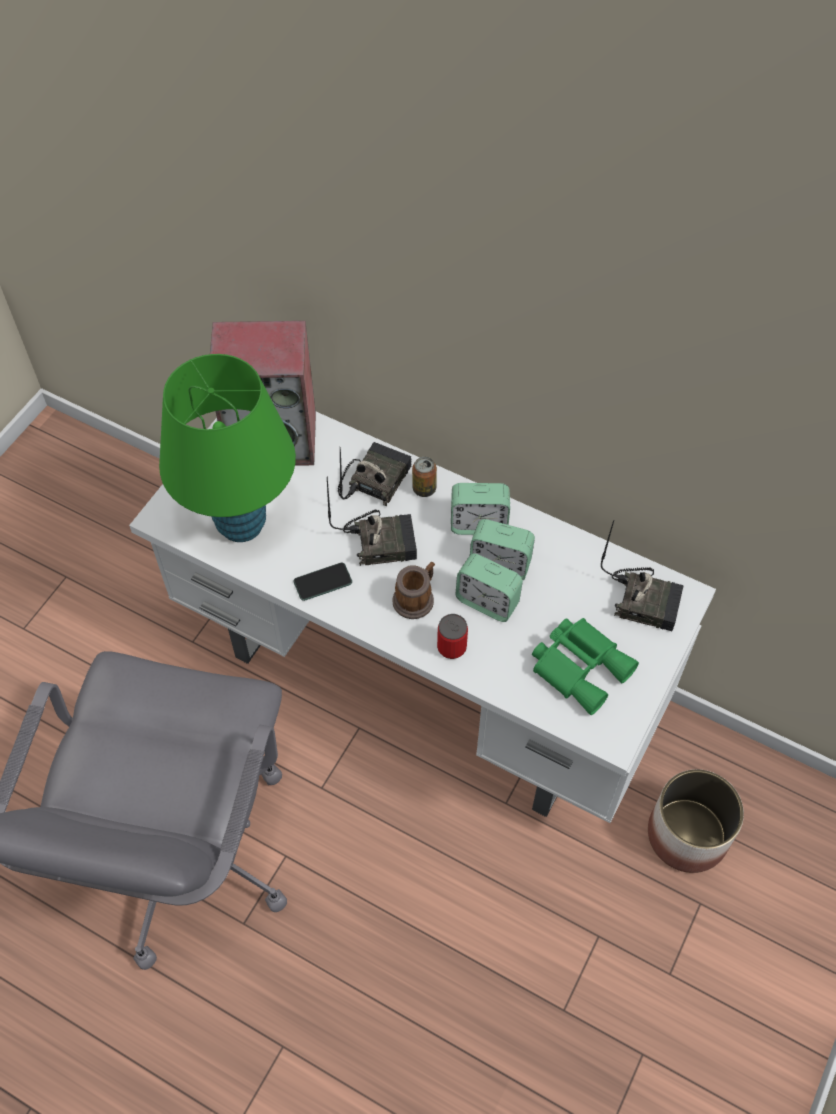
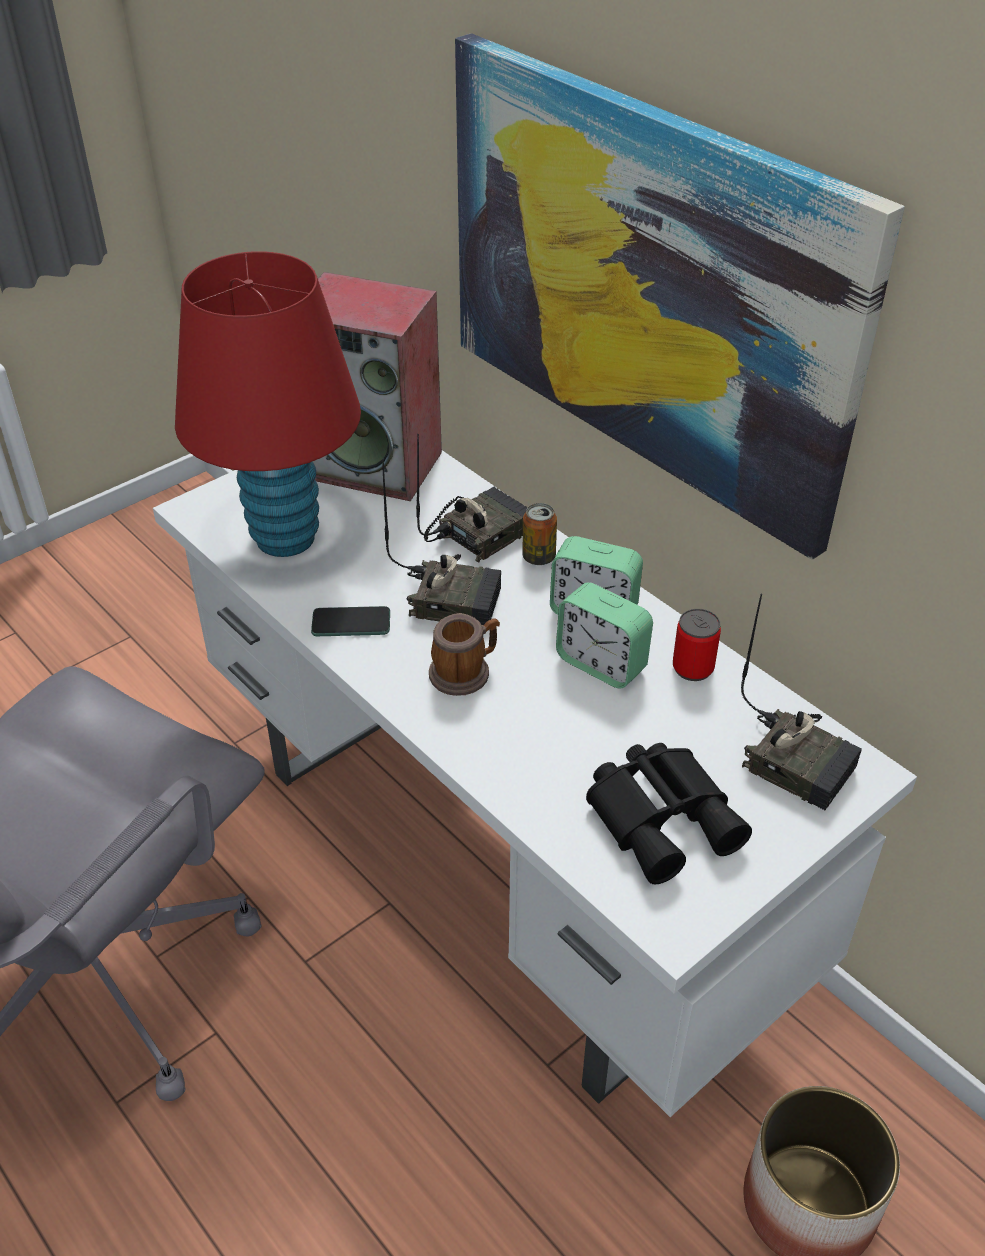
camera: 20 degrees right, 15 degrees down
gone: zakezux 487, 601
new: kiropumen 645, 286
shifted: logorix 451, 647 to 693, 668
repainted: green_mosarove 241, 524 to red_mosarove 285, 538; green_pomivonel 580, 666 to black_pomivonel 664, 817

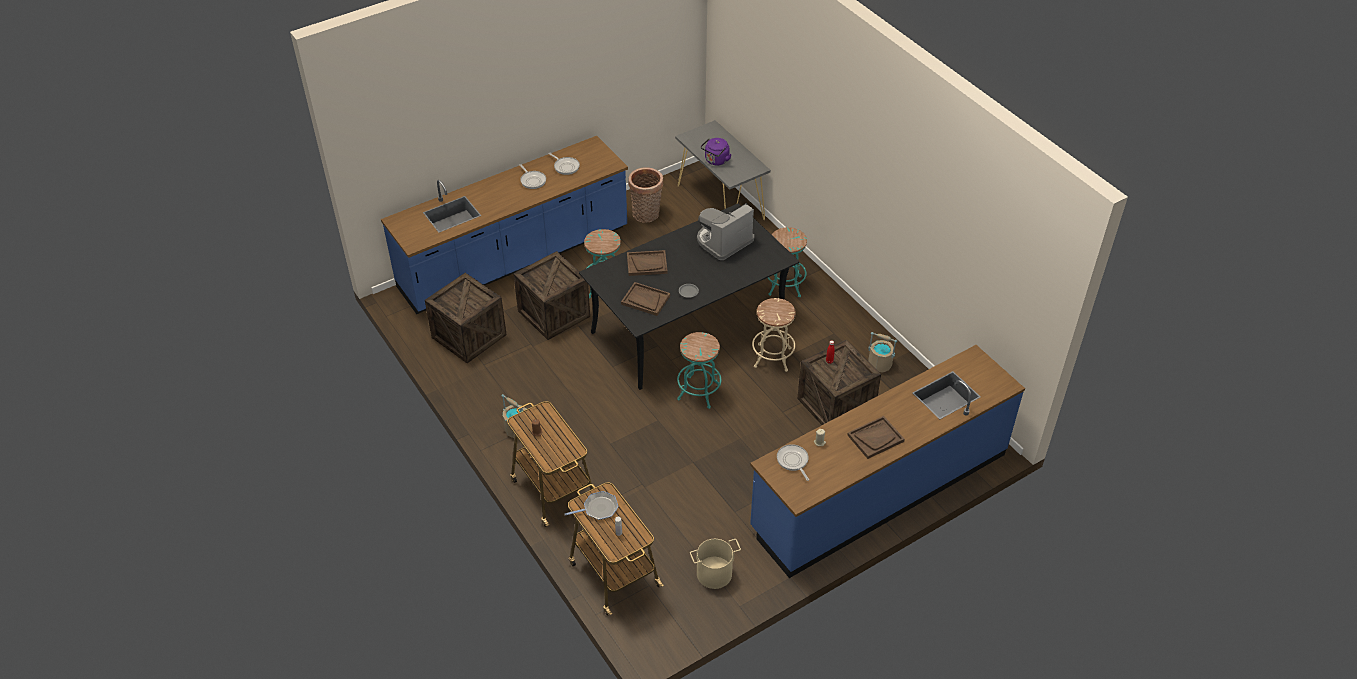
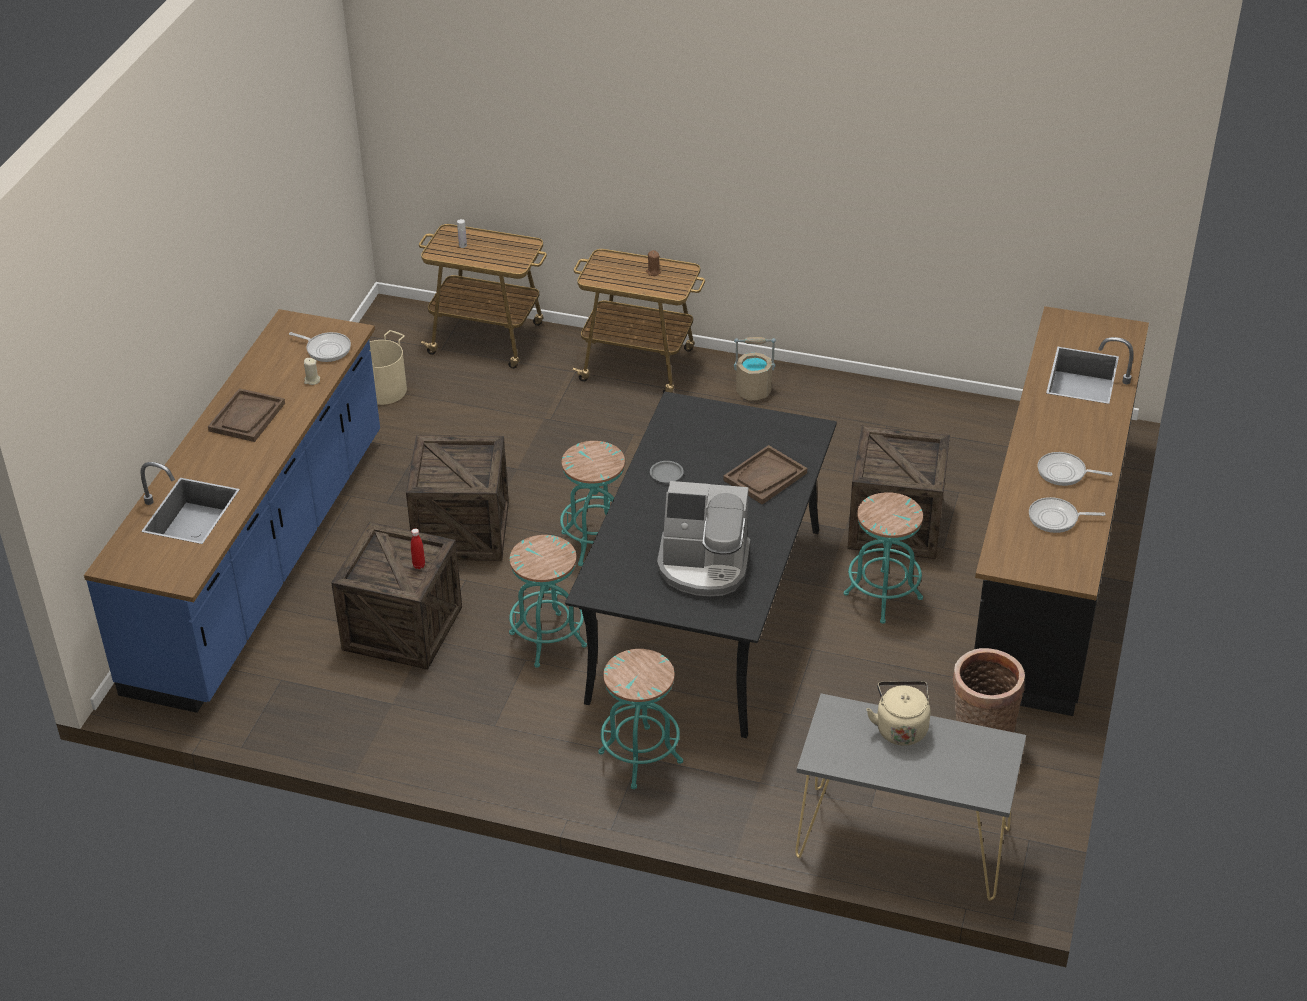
camera: 140 degrees right, 5 degrees down
gone: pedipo 598, 508; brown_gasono 645, 300; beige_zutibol 879, 364
shifted: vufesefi 469, 336 to 462, 530
repainted: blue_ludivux 515, 259 to black_ludivux 1049, 559; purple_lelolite 716, 161 to beige_lelolite 900, 727; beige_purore 772, 357 to turquoise_purore 548, 639
rotated: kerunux 723, 241 = 704, 566 90 degrees clockwise

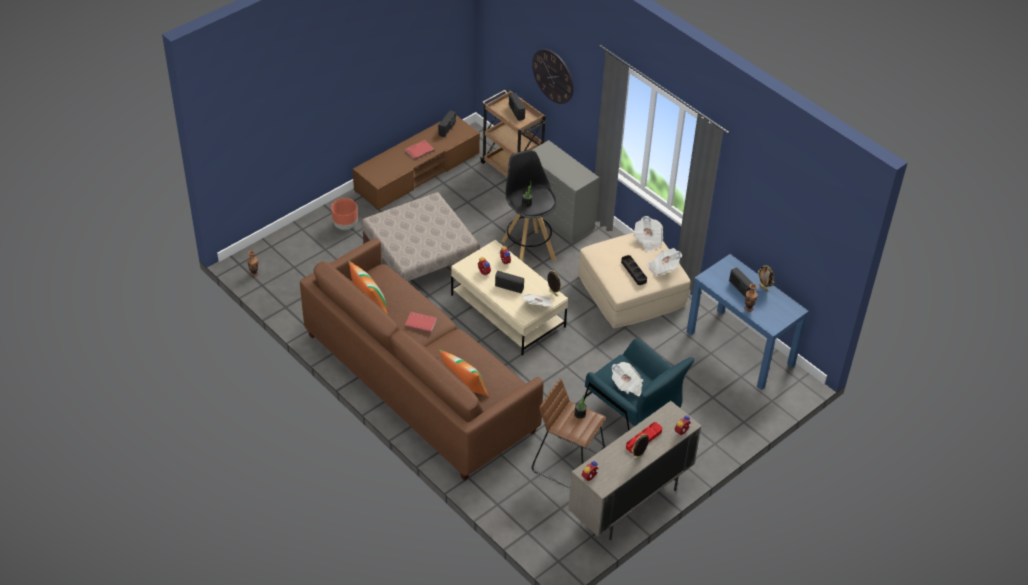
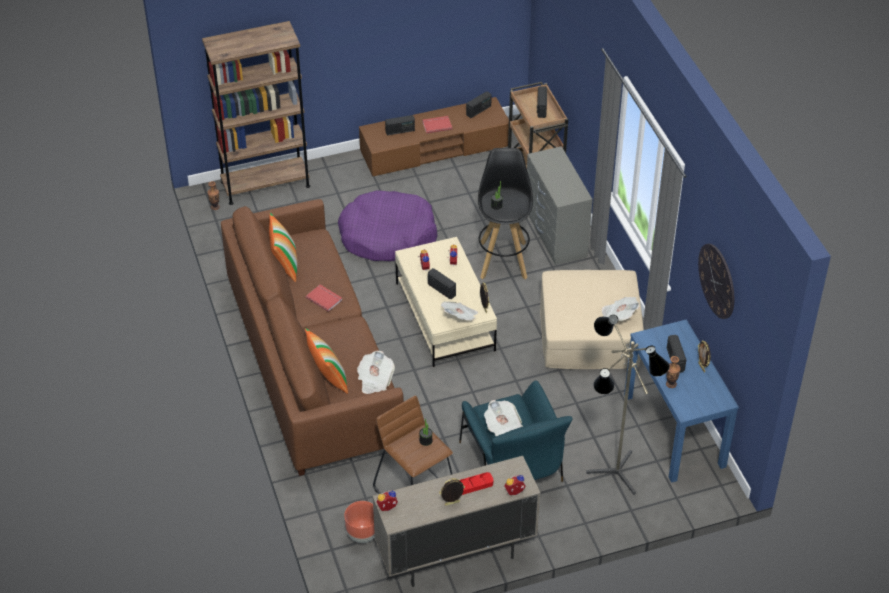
camera: 25 degrees right, 0 degrees up
gone: black_gasono 633, 271
new: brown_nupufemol 265, 184; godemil 400, 131; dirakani 612, 476
shifted: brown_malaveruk 345, 225 to 362, 534; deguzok 553, 76 to 717, 281; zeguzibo 648, 240 to 375, 380
swapped: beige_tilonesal 421, 257 to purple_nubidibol 388, 236

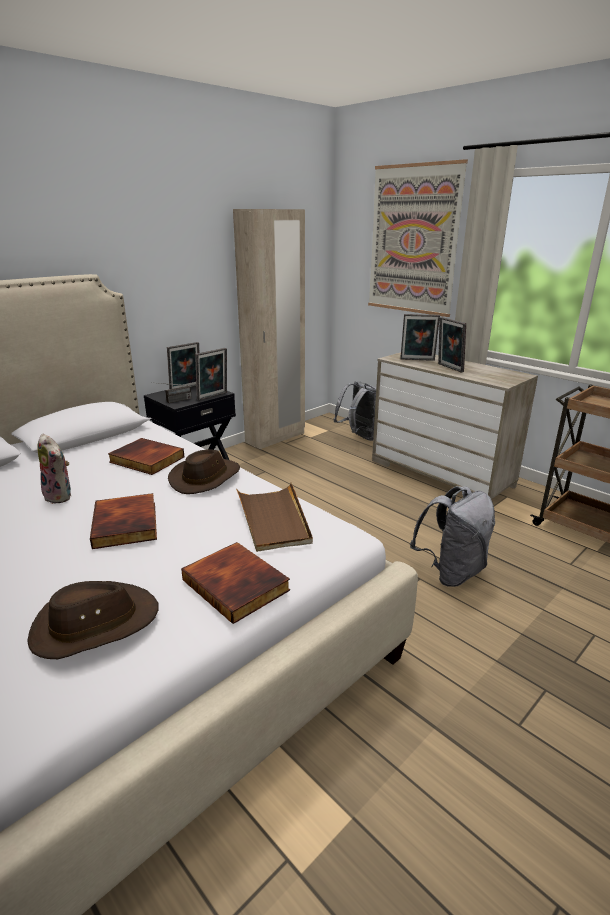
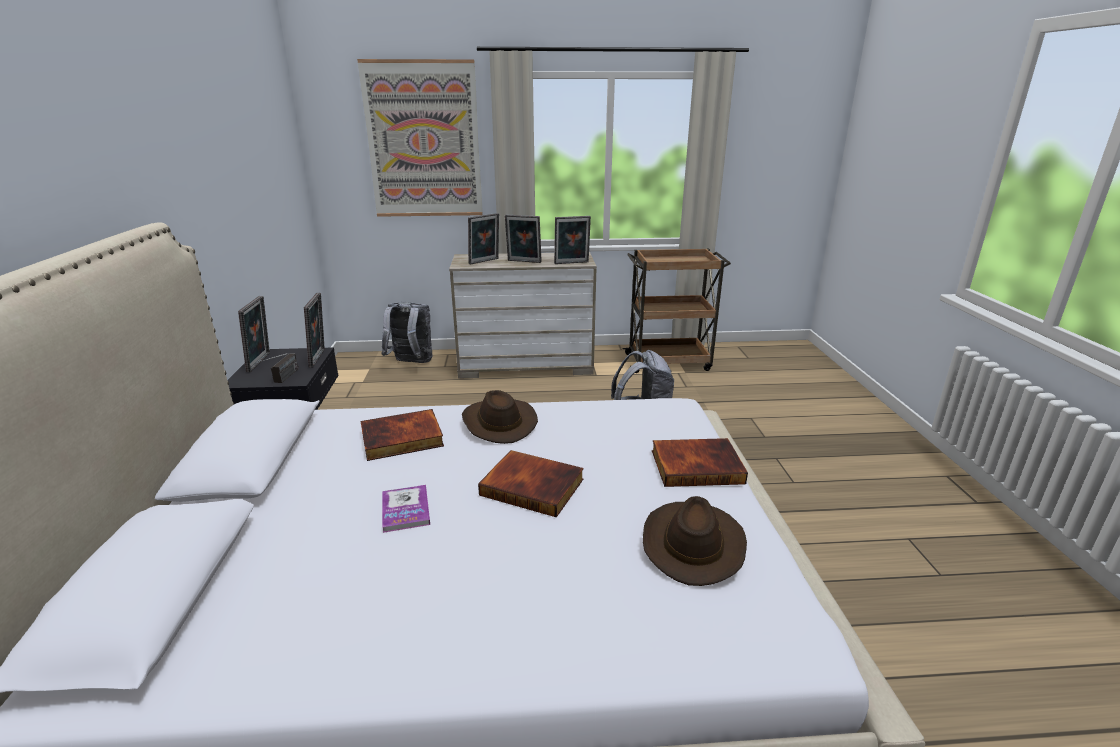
camera: 50 degrees left, 0 degrees up
gone: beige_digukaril 275, 438; brown_gasono 273, 519
new: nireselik 572, 263
swapped: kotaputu 61, 496 to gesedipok 405, 510

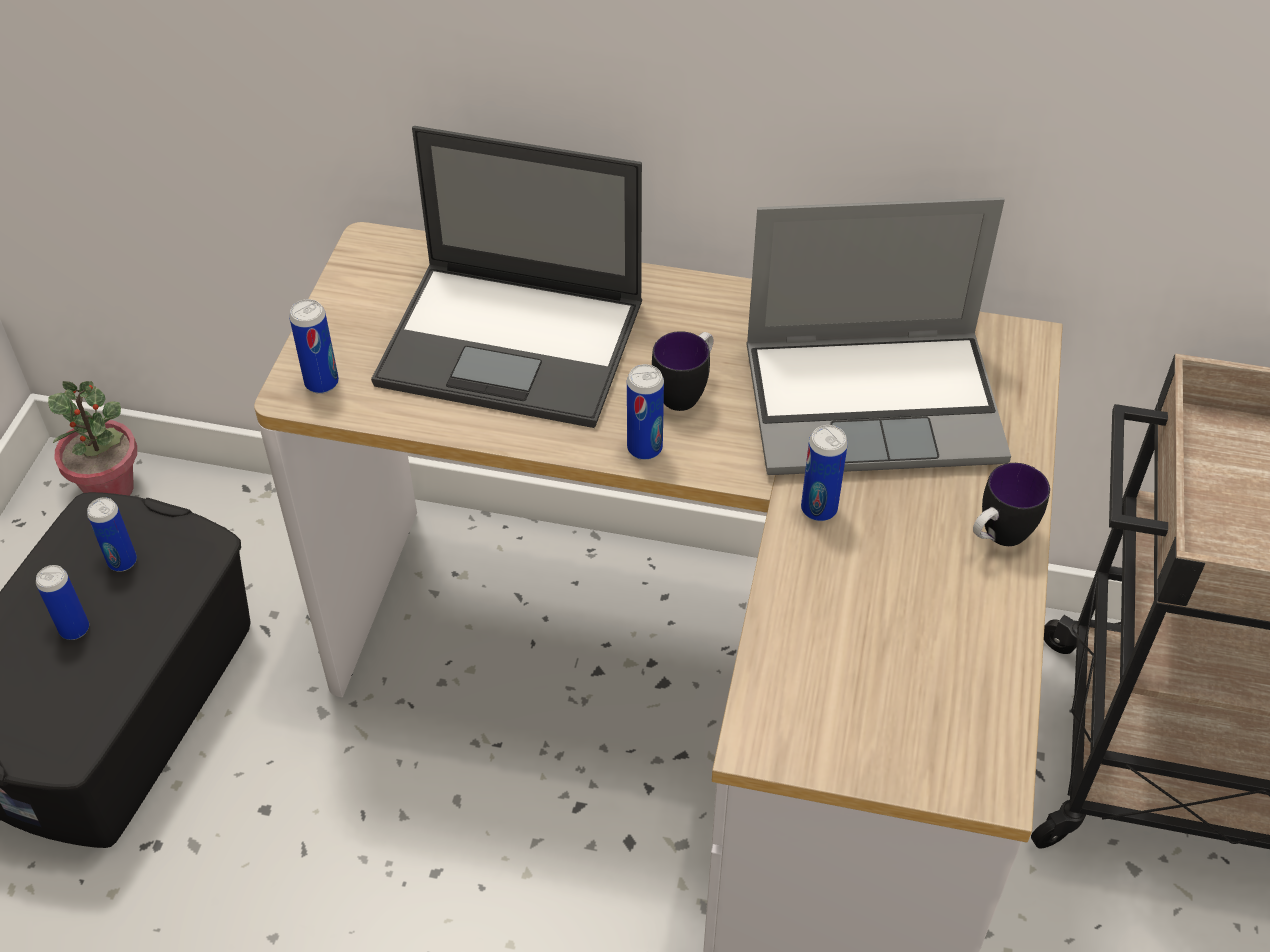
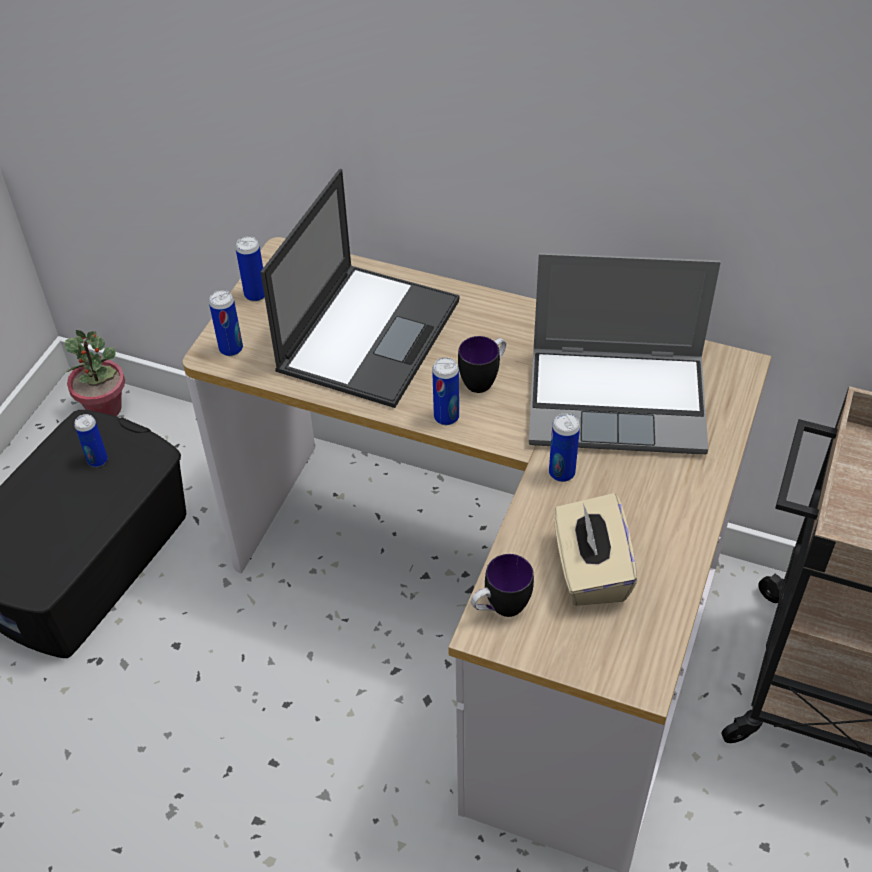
camera: 10 degrees right, 0 degrees up
new: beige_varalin 590, 570
shifted: logorix 74, 629 to 255, 295; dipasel 997, 538 to 500, 609
rotated: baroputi 514, 343 = 369, 333 90 degrees counterclockwise

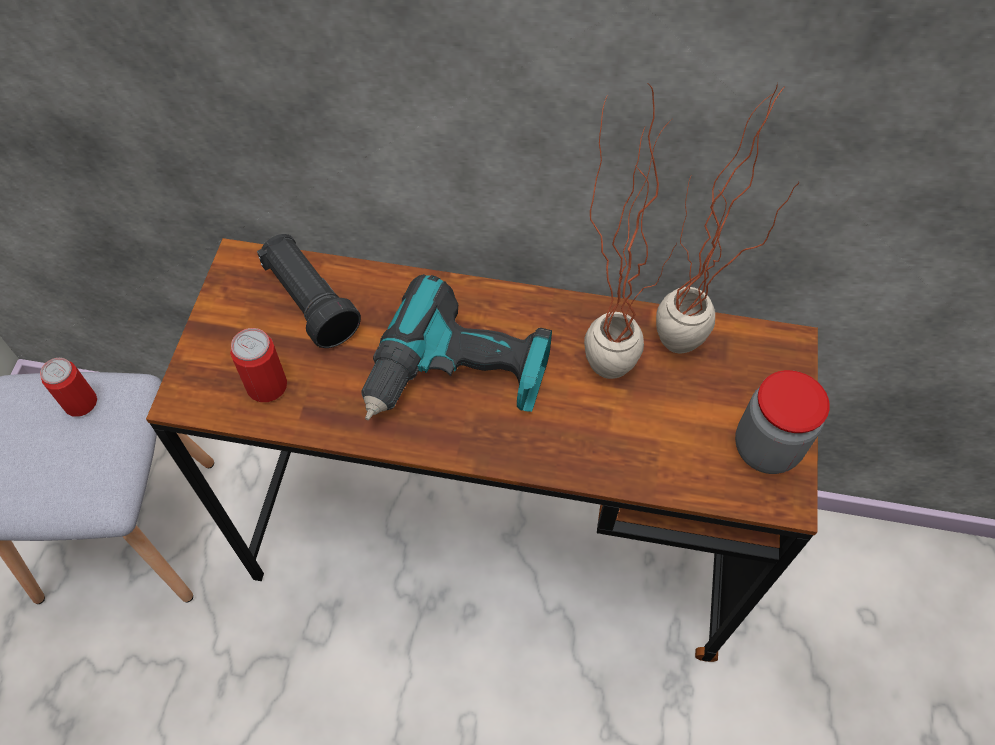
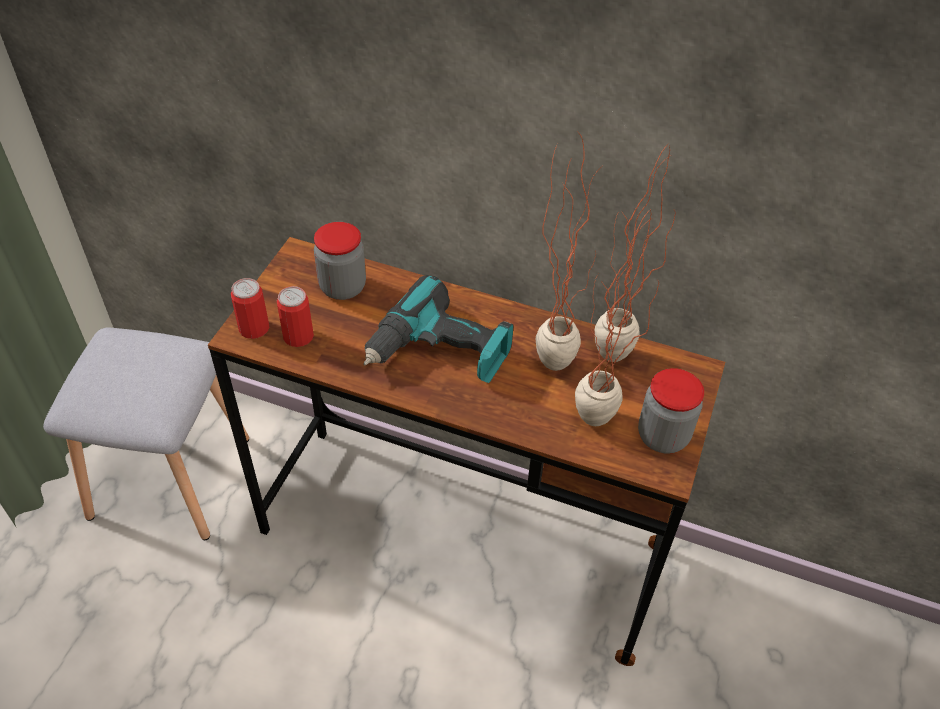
camera: 10 degrees right, 10 degrees down
new: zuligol 593, 430
shifted: logorix 80, 403 to 254, 328
swapped: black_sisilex 310, 302 to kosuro 342, 287

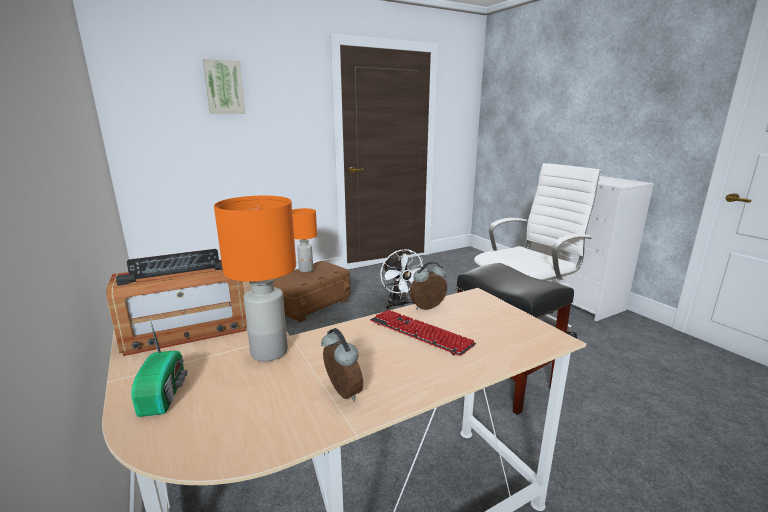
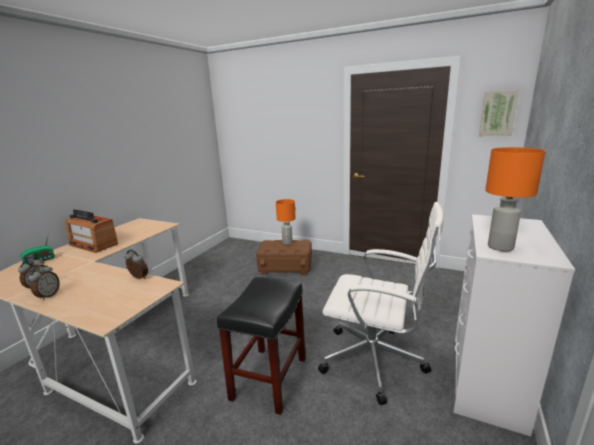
camera: 55 degrees right, 0 degrees up
gone: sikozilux 420, 333; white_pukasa 399, 305
new: zakezux 48, 295
shifted: kiropumen 224, 87 to 497, 113; orange_mosarove 268, 352 to 499, 247

